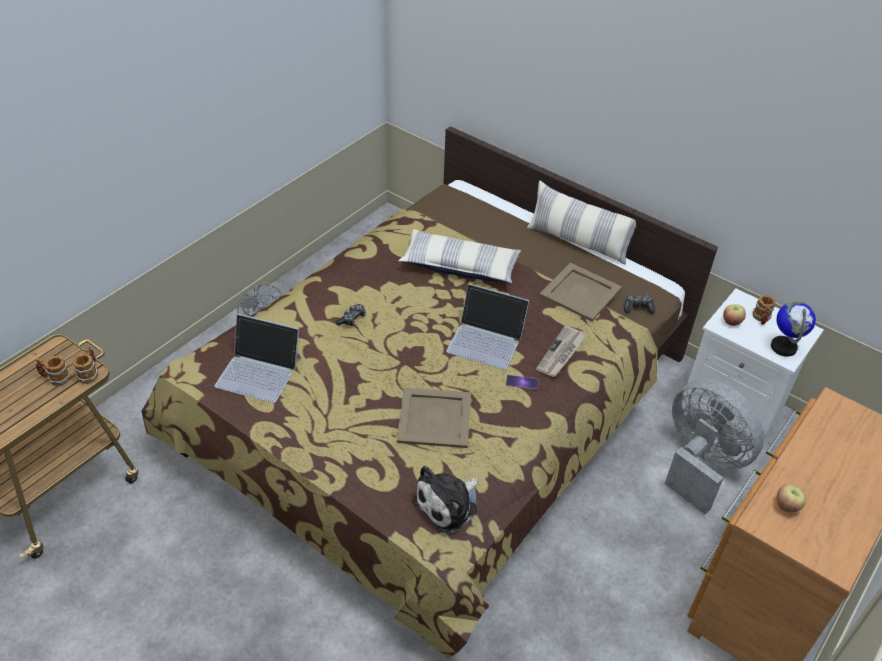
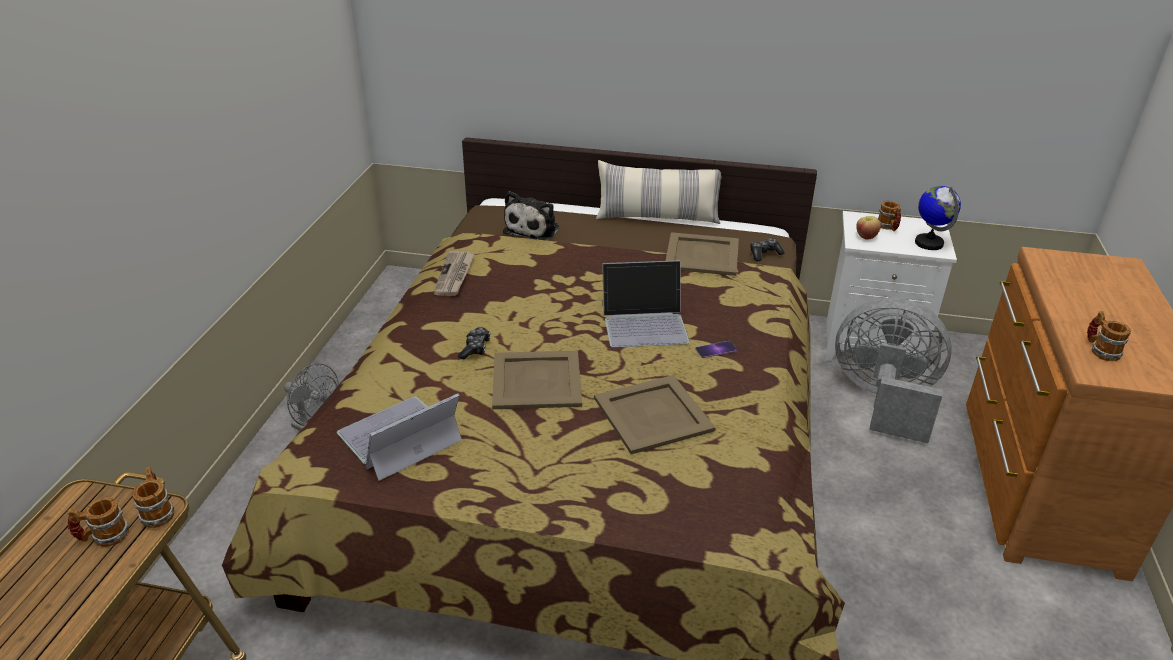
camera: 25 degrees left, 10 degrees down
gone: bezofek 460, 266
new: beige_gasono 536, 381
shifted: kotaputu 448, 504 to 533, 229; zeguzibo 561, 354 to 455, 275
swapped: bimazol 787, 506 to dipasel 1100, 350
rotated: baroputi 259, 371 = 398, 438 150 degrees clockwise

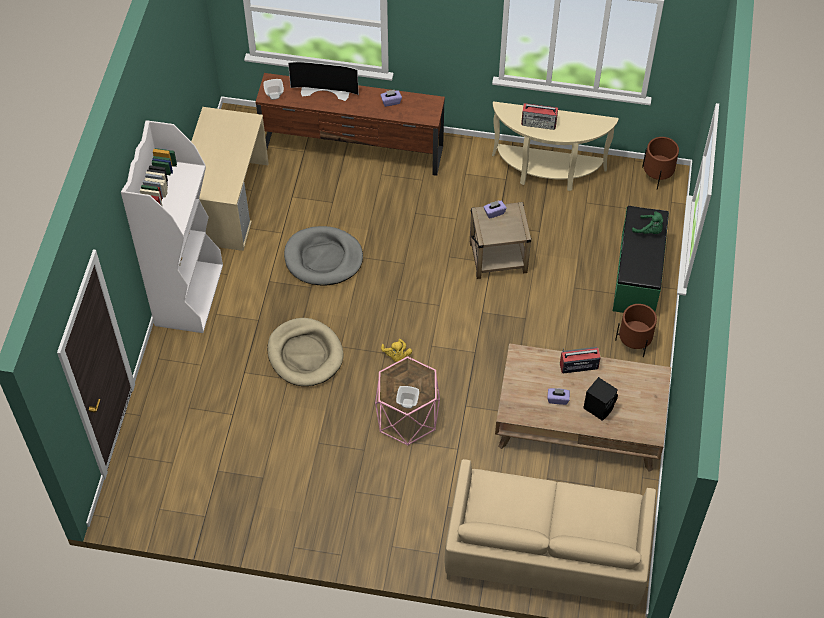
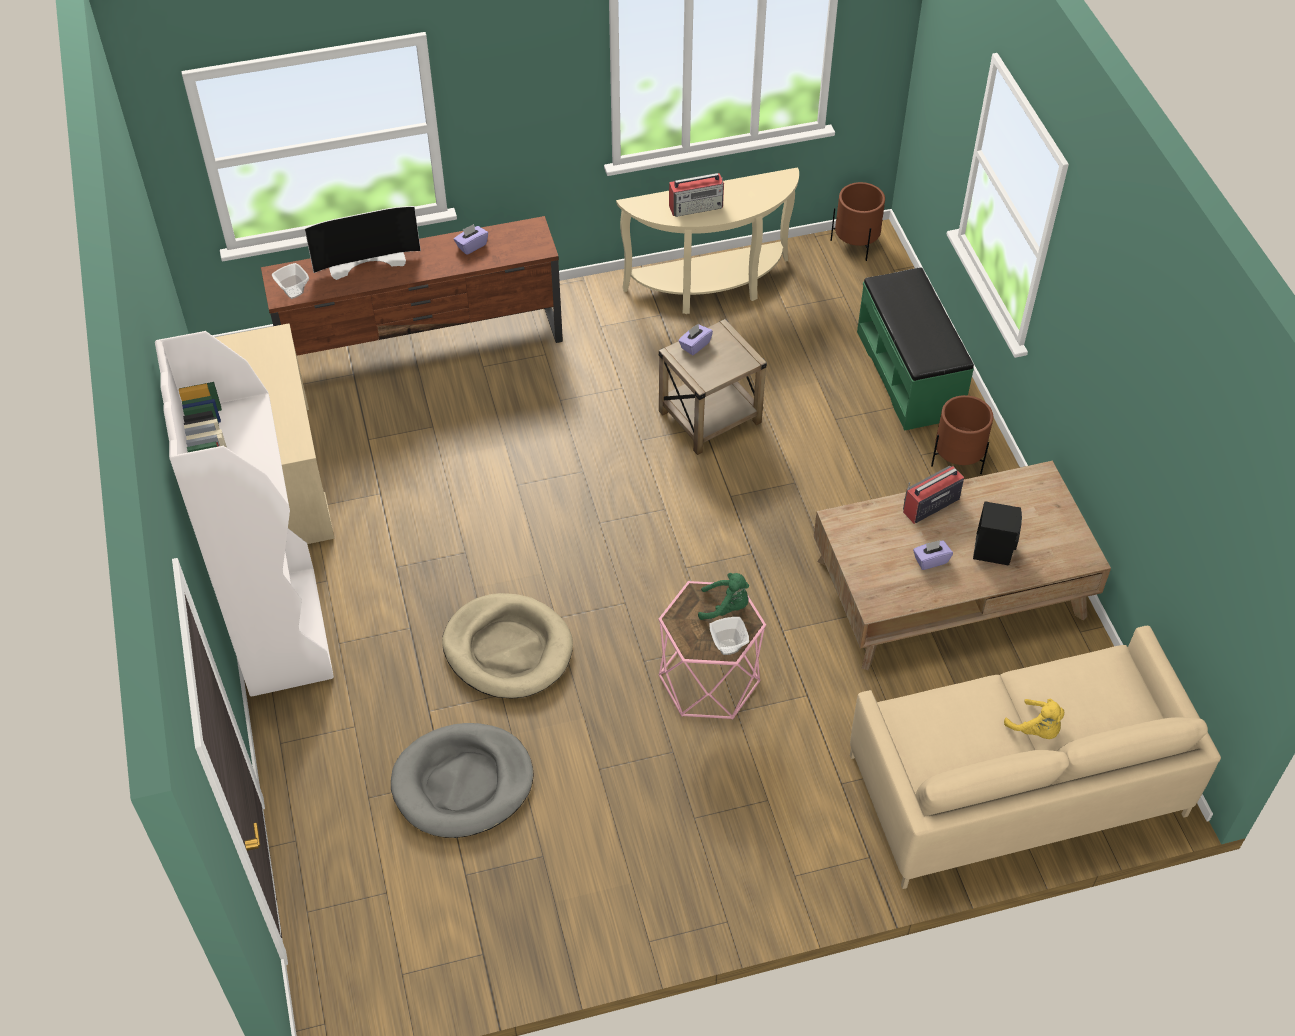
camera: 25 degrees left, 5 degrees down
shifted: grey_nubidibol 323, 258 to 463, 783; yellow_kotaputu 396, 356 to 1036, 729; green_kotaputu 649, 230 to 726, 607

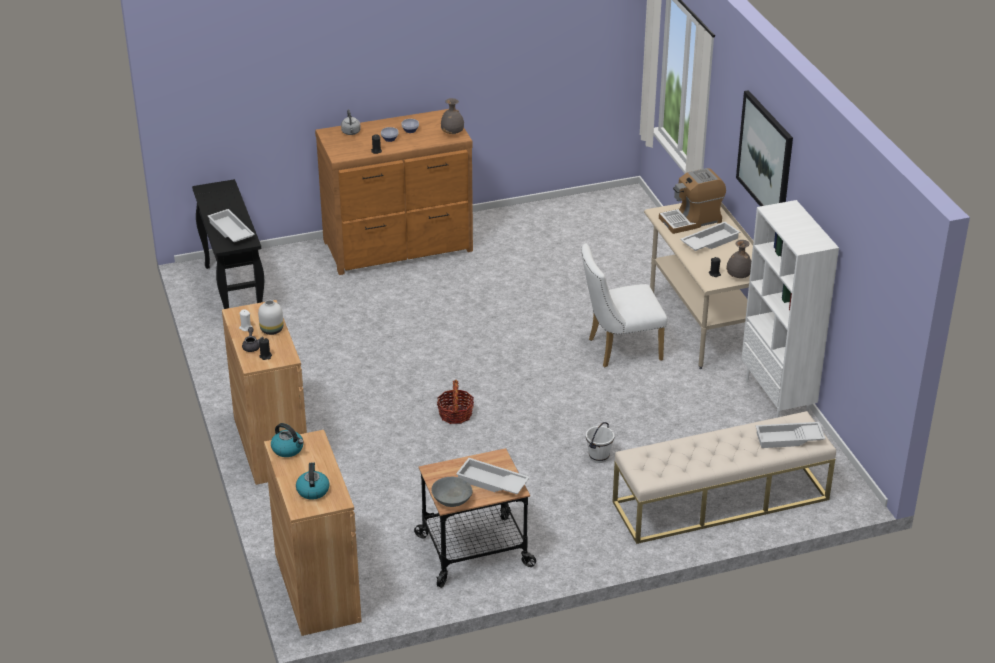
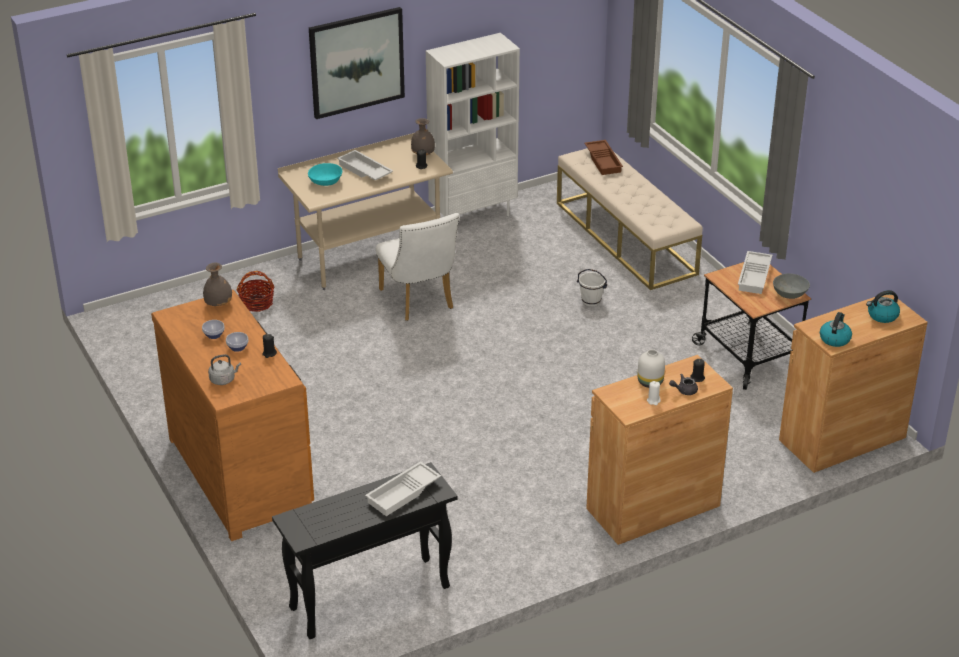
camera: 100 degrees left, 0 degrees up
shifted: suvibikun 455, 414 to 257, 303
swapped: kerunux 691, 220 to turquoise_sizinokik 326, 182
repainted: white_gasono 789, 439 to brown_gasono 604, 161

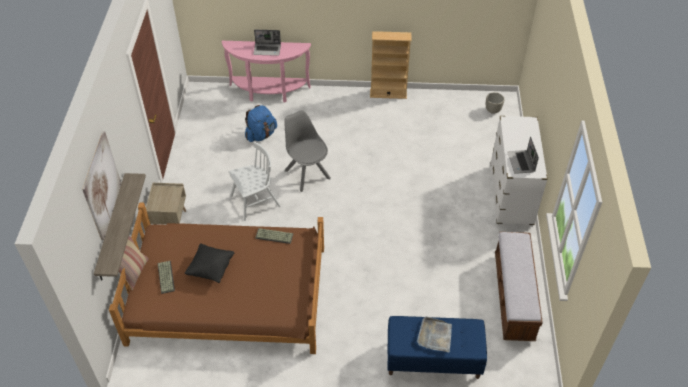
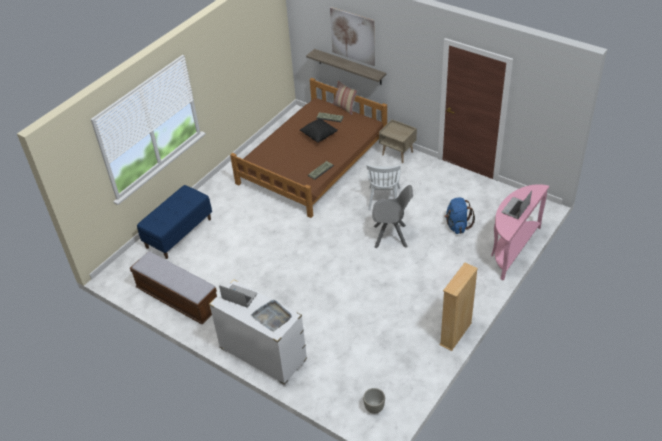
camera: 125 degrees right, 5 degrees down
shifted: grey_gasono 435, 336 to 272, 316

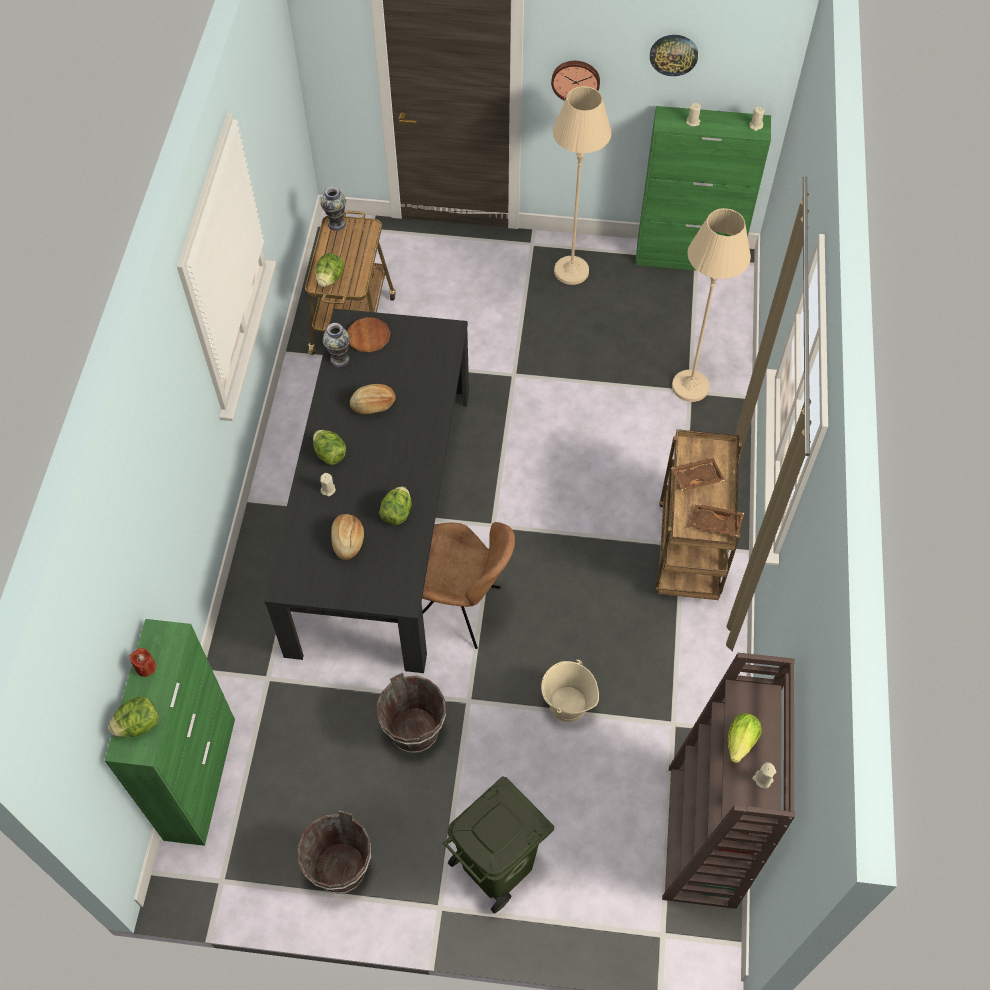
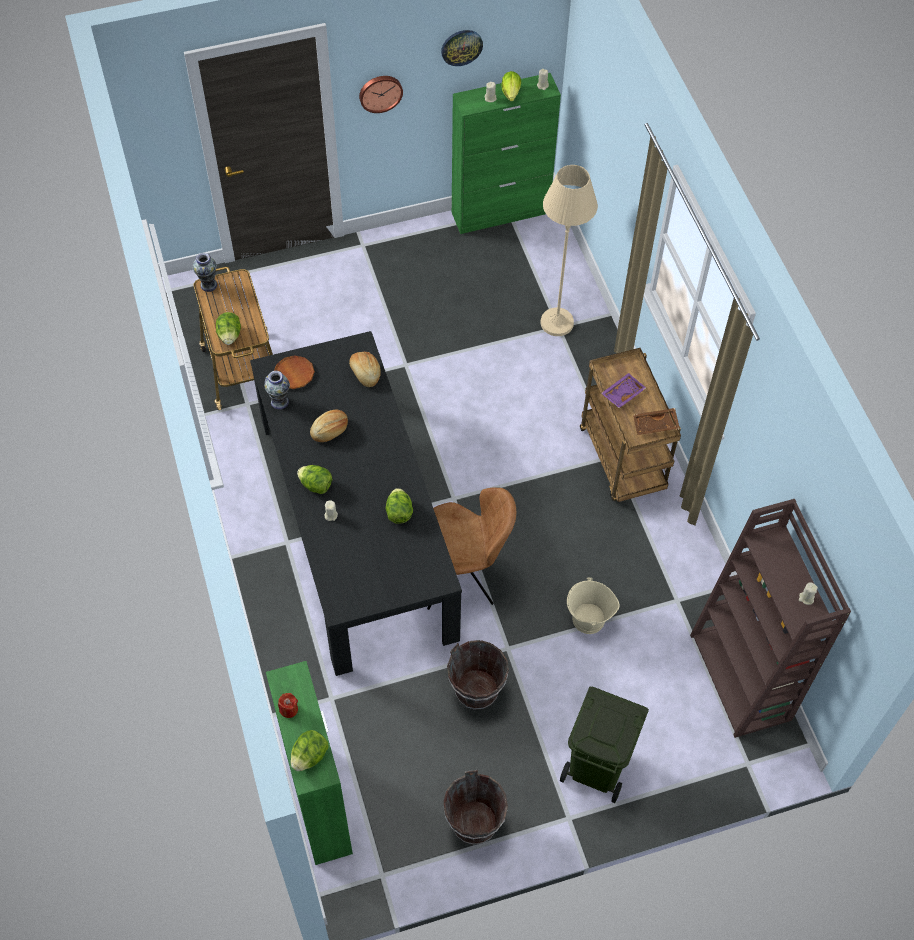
camera: 25 degrees left, 0 degrees up
gone: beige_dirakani 571, 271
shifted: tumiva 347, 540 to 365, 373; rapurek 741, 741 to 511, 93
repainted: brown_gasono 696, 477 to purple_gasono 622, 393

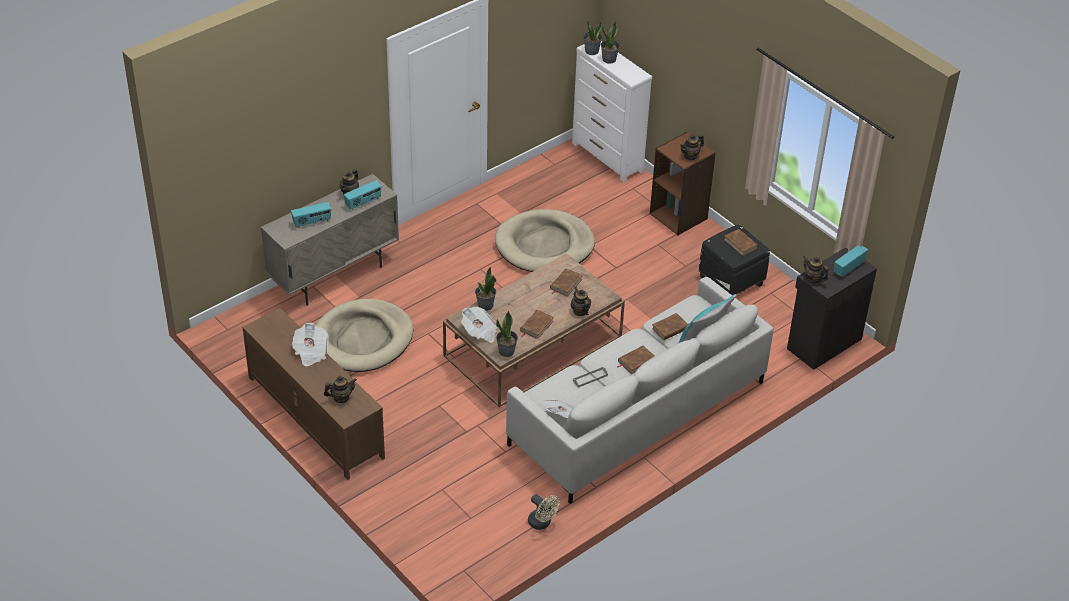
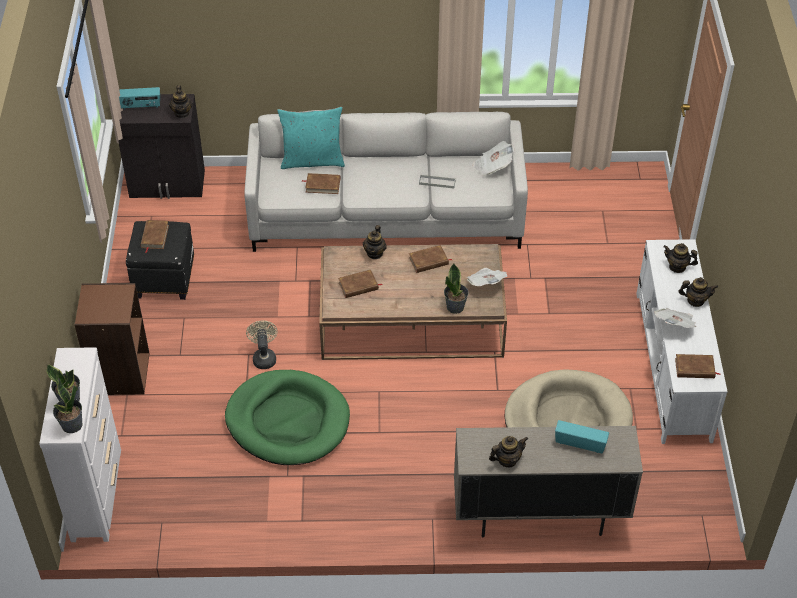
camera: 140 degrees left, 5 degrees up
gone: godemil 363, 202; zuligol 506, 351
shifted: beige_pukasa 542, 523 to 264, 357; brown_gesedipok 636, 361 to 695, 368; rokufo 690, 156 to 695, 300
repainted: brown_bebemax 315, 416 to white_bebemax 673, 365; beige_nubidibol 544, 245 to green_nubidibol 288, 421

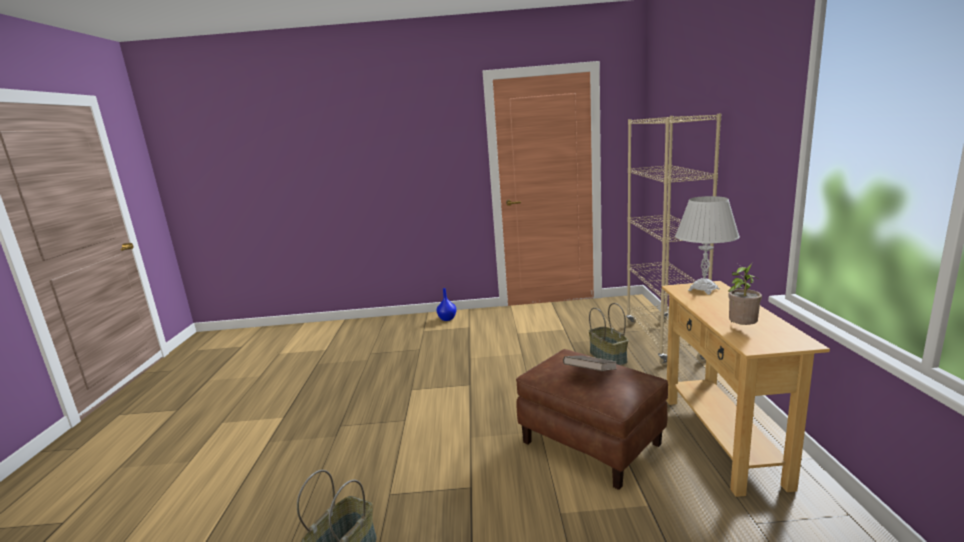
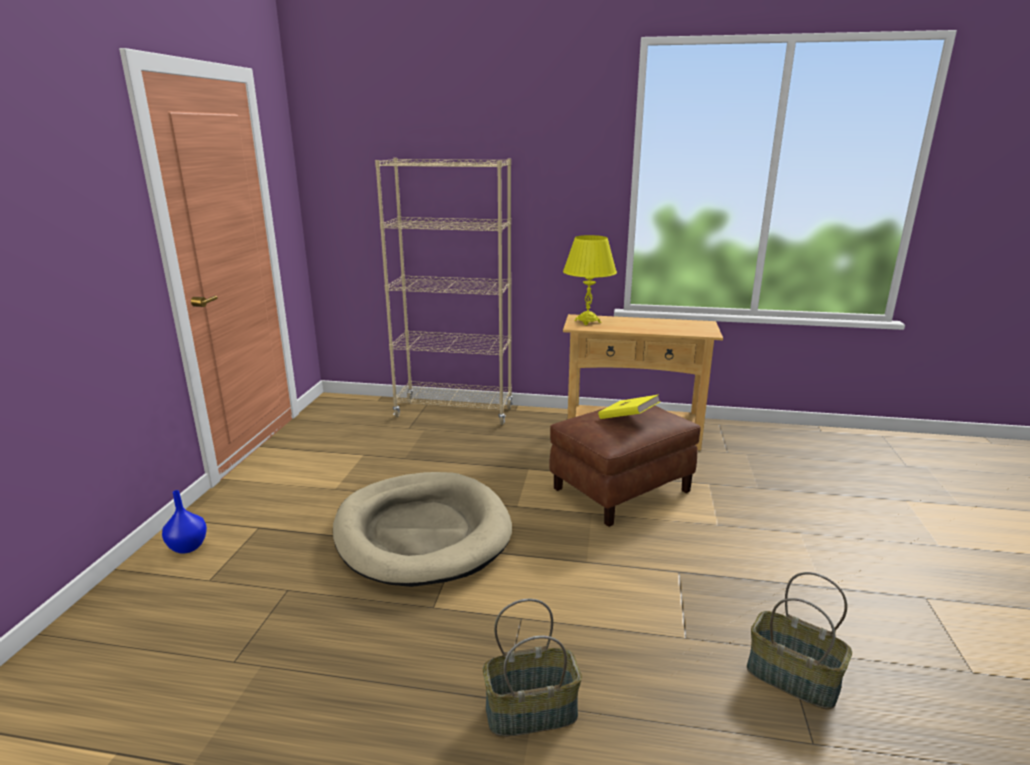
camera: 80 degrees left, 5 degrees up
gone: zuligol 741, 329
new: beige_nubidibol 422, 532
shifted: suvibikun 608, 357 to 531, 710
repainted: brown_gesedipok 590, 375 to yellow_gesedipok 628, 419; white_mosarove 703, 289 to yellow_mosarove 587, 321

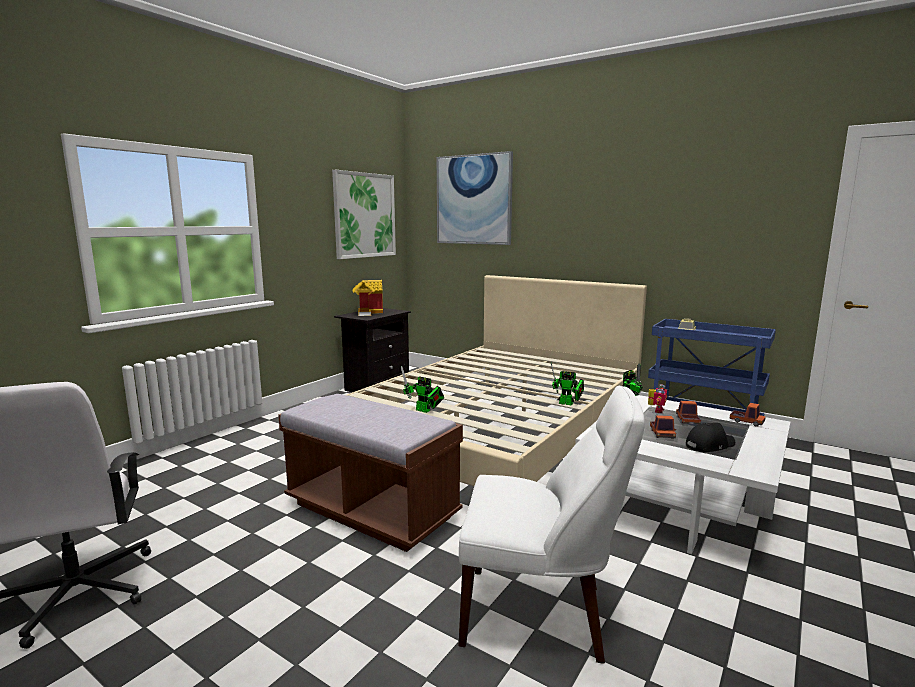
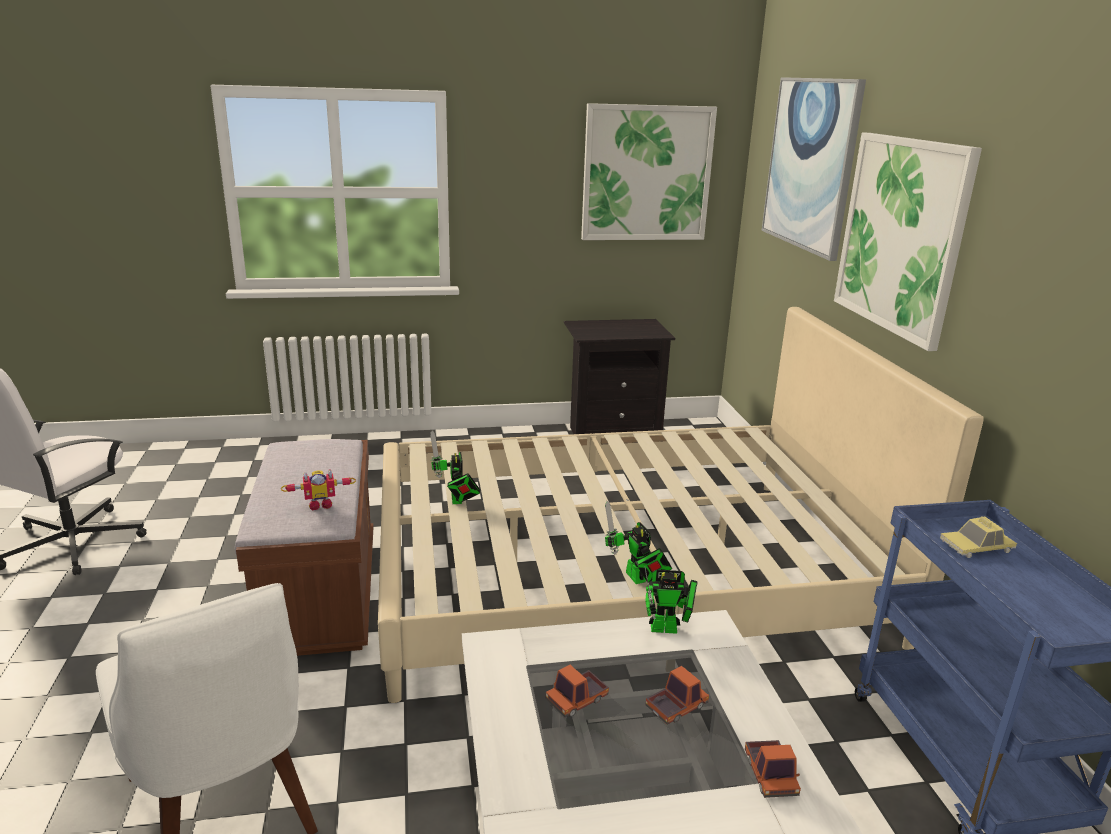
camera: 45 degrees right, 10 degrees up
gone: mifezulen 368, 313; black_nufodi 709, 445
new: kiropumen 901, 235
shifted: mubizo 656, 410 to 320, 504

